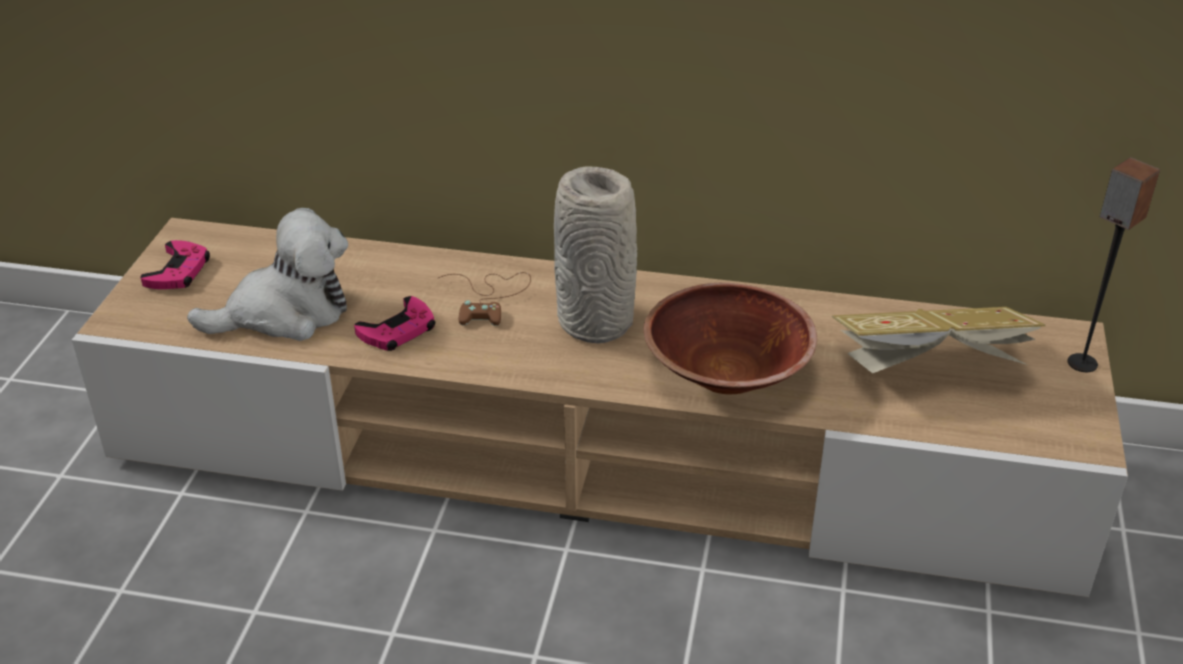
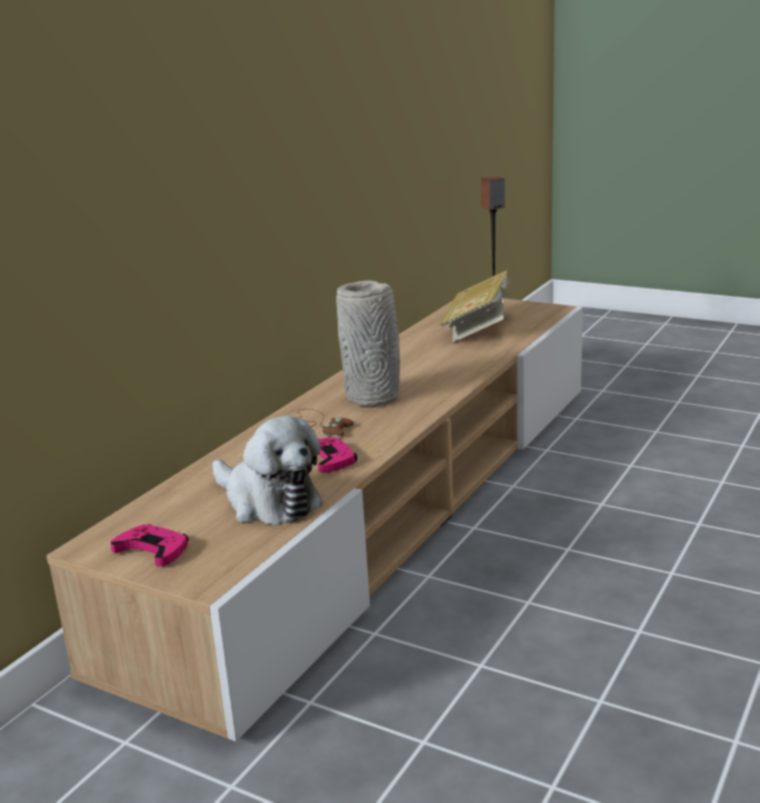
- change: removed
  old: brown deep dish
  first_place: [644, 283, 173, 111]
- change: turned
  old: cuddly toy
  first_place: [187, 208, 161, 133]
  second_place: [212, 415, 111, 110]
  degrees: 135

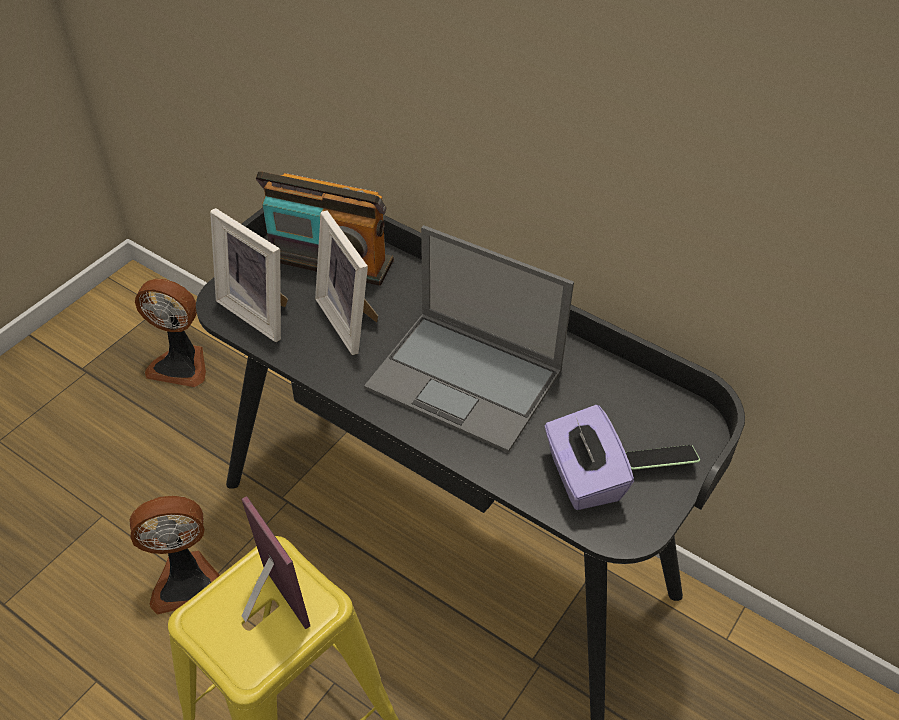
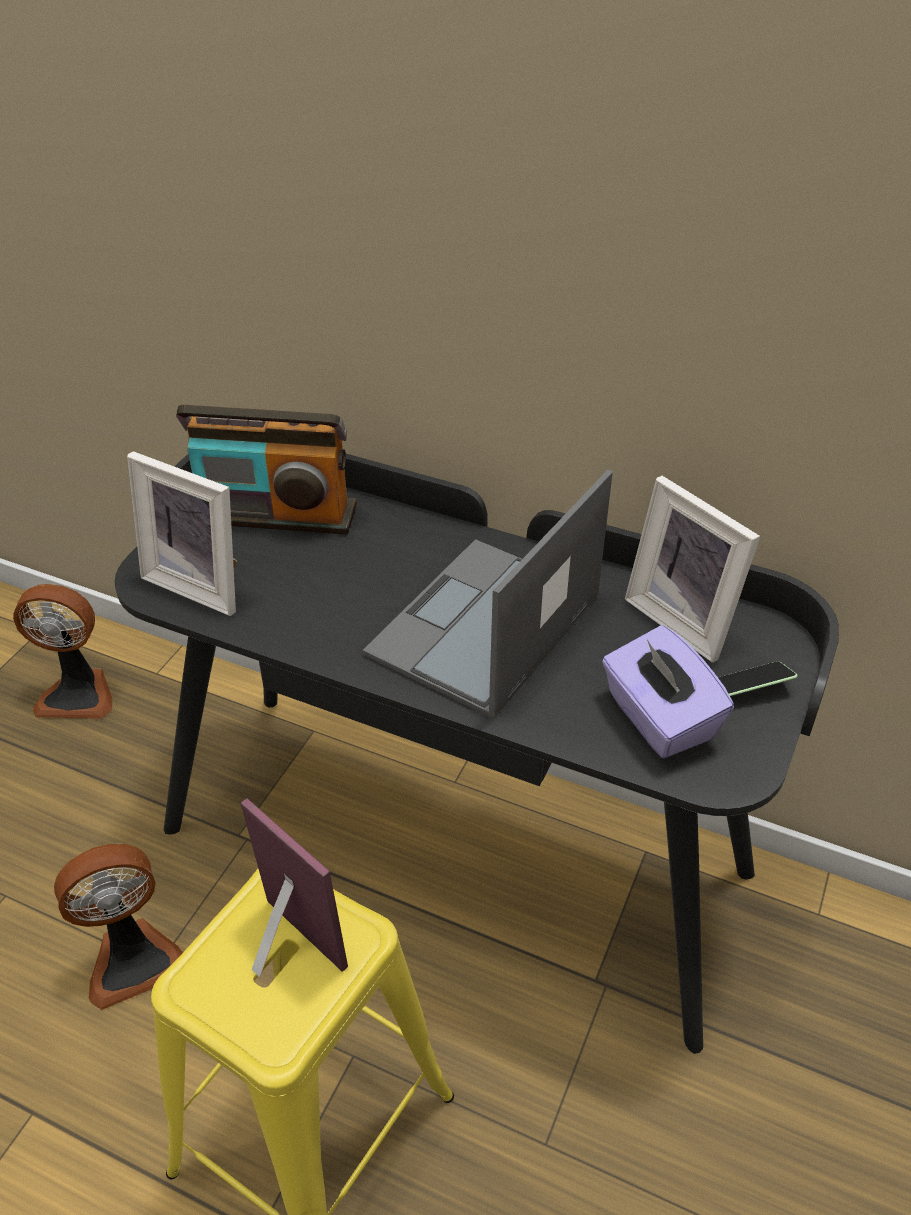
- change: moved
  old: picture frame
  first_place: [315, 210, 63, 145]
  second_place: [625, 476, 135, 187]
- change: turned
  old: notebook computer
  first_place: [364, 225, 210, 228]
  second_place: [363, 470, 250, 249]
  degrees: 105

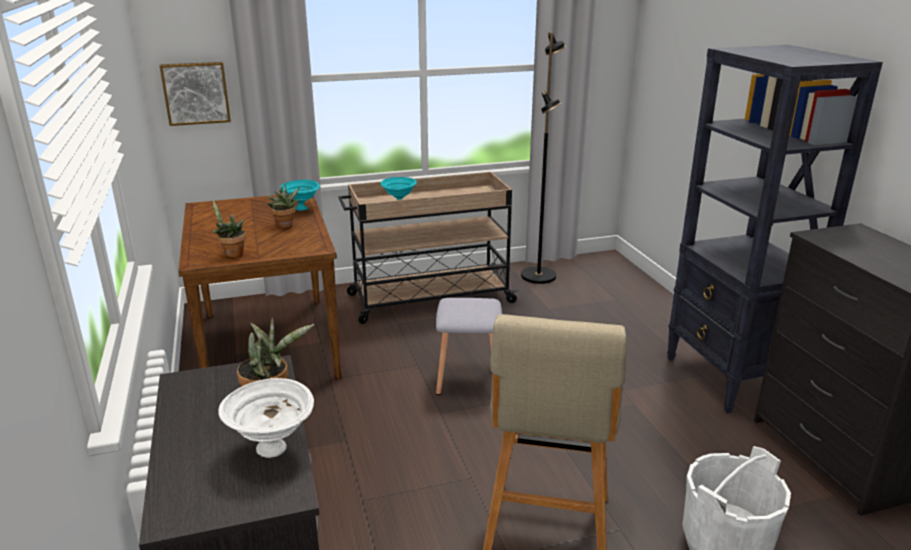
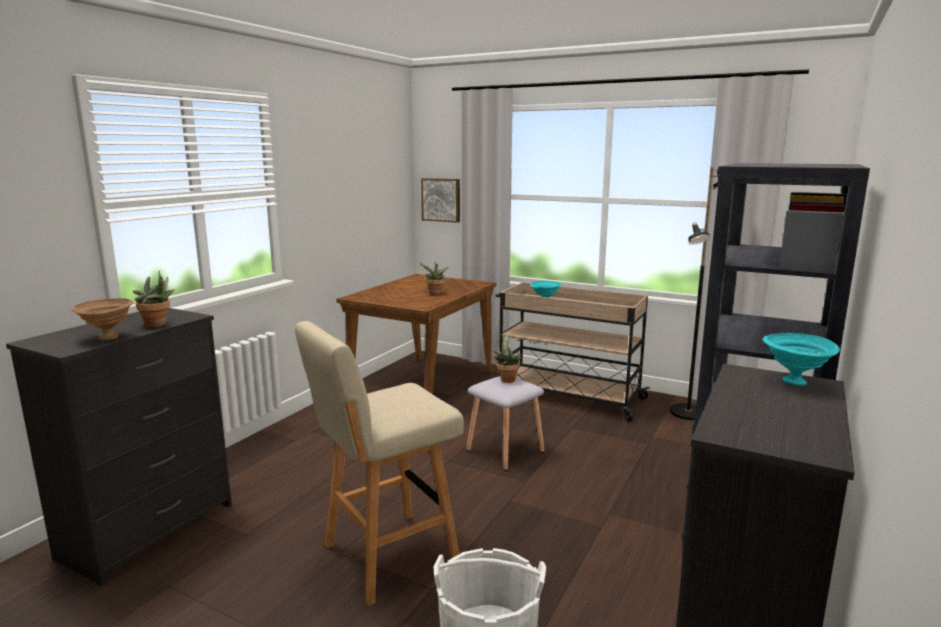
- change: moved
  old: plant in a pot
  first_place: [212, 201, 34, 56]
  second_place: [492, 333, 29, 50]
- change: moved
  old: turquoise-coloured deep dish
  first_place: [280, 180, 40, 31]
  second_place: [763, 333, 77, 53]
- change: recoloured
  old: whitish deep dish
  new: brown deep dish
  first_place: [218, 378, 96, 80]
  second_place: [71, 298, 63, 42]

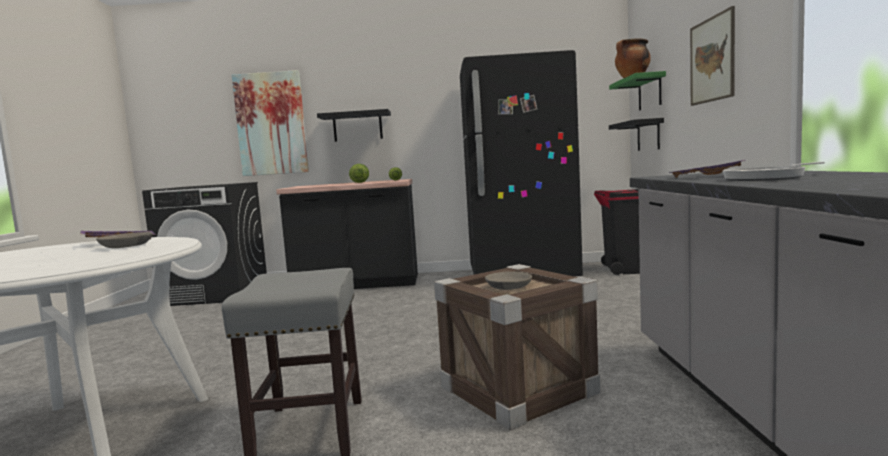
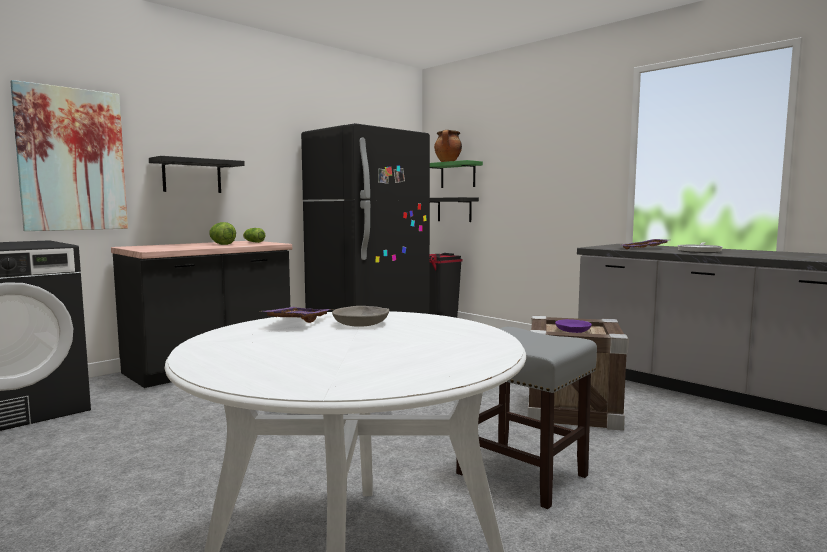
- change: removed
  old: picture
  first_place: [690, 6, 45, 100]
- change: recoloured
  old: gray deep dish
  new: purple deep dish
  first_place: [485, 271, 47, 19]
  second_place: [555, 319, 37, 14]

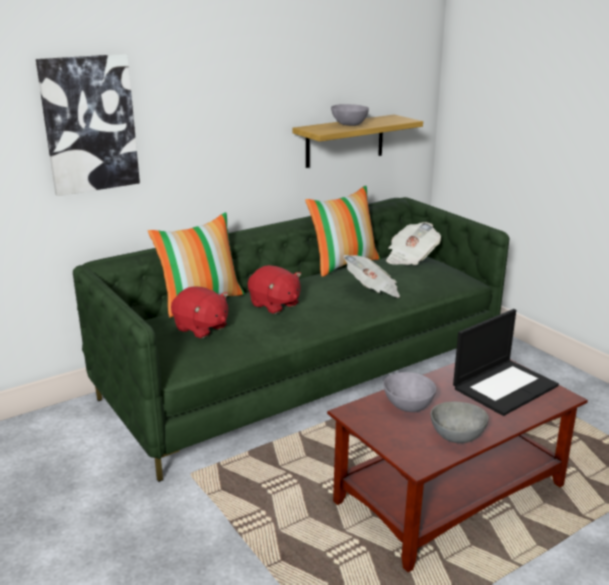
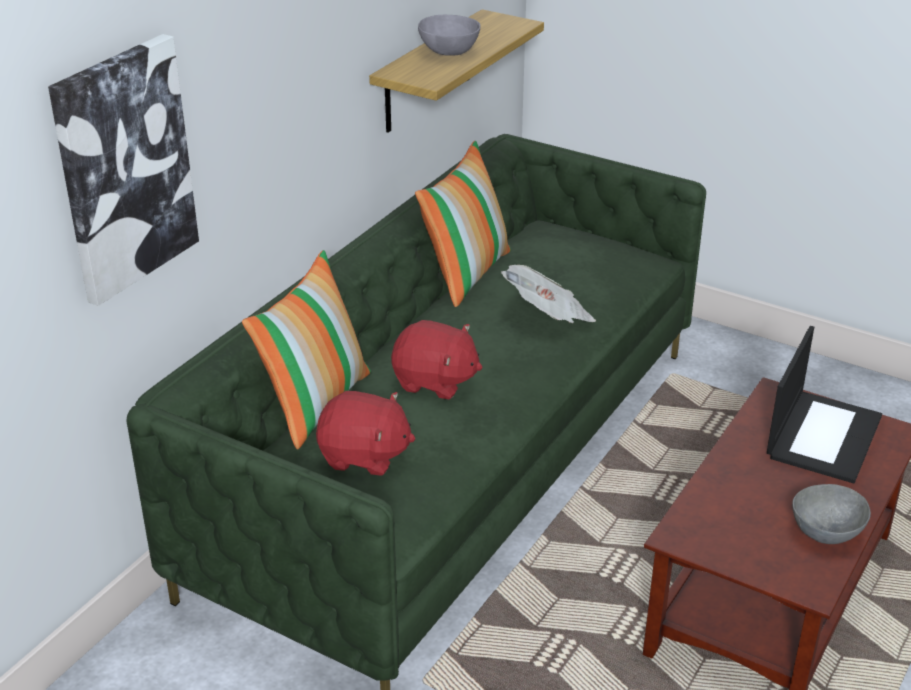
- change: removed
  old: gray deep dish
  first_place: [383, 372, 53, 40]
- change: removed
  old: printed paper
  first_place: [386, 222, 55, 43]

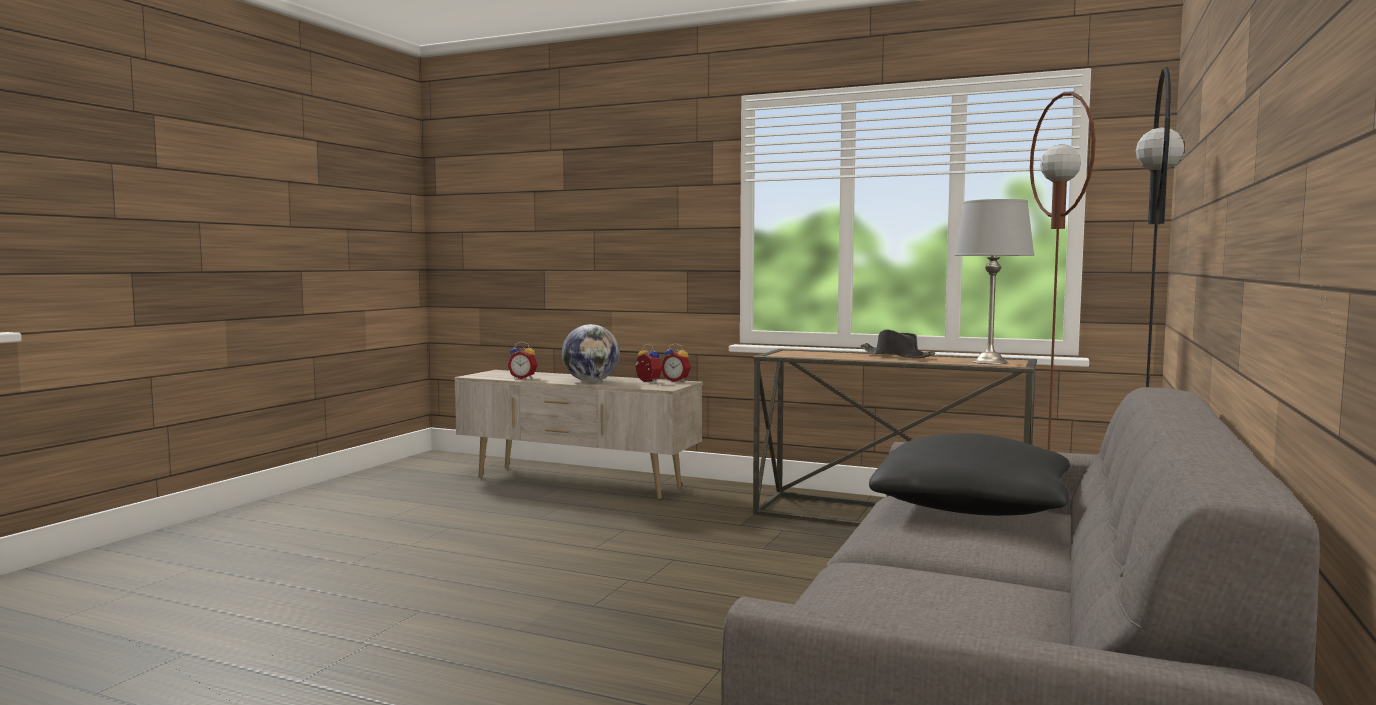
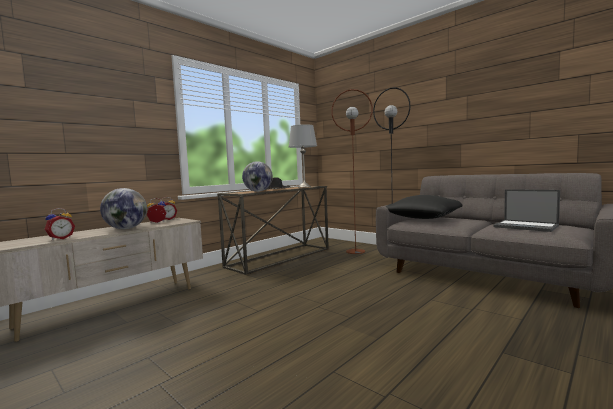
- change: added
  new: world globe
  second_place: [242, 161, 31, 31]
- change: added
  new: notebook computer
  second_place: [494, 189, 66, 43]

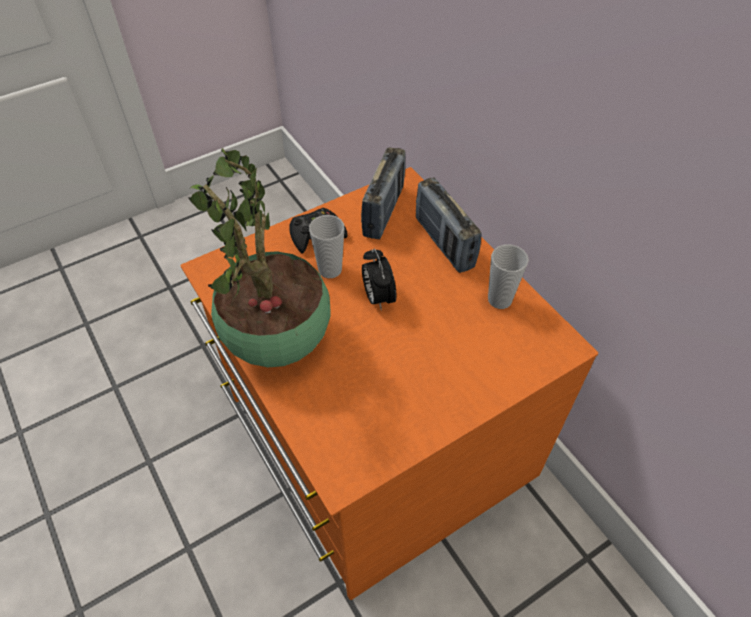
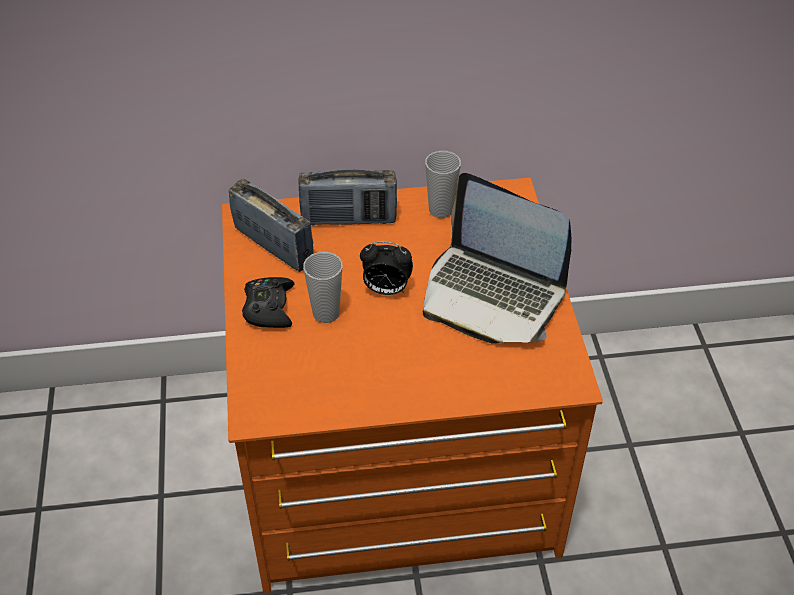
- change: removed
  old: plant in a pot
  first_place: [188, 148, 143, 219]
- change: added
  new: notebook computer
  second_place: [423, 173, 149, 170]

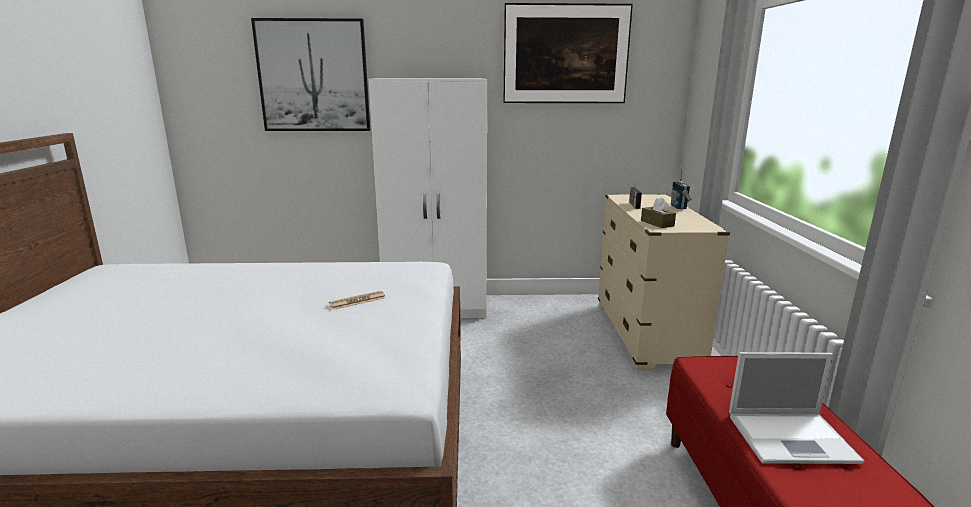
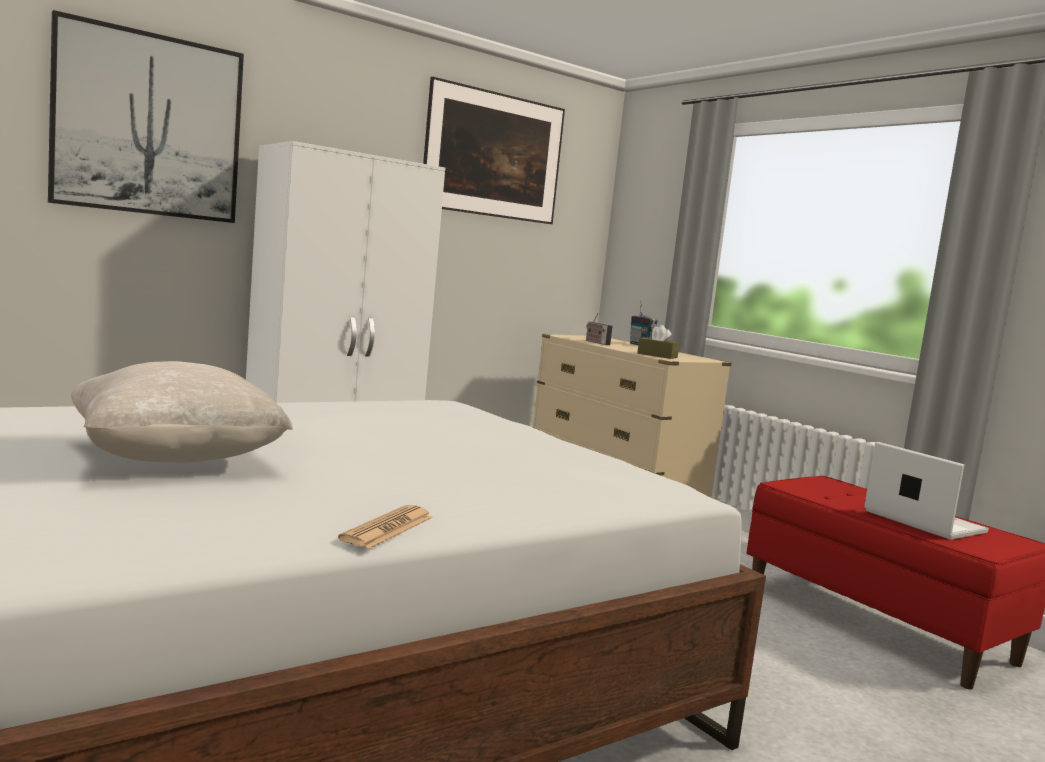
- change: added
  new: sand-coloured cushion
  second_place: [71, 361, 222, 102]
- change: moved
  old: printed paper
  first_place: [329, 291, 57, 19]
  second_place: [338, 505, 95, 44]
- change: turned
  old: notebook computer
  first_place: [729, 352, 135, 112]
  second_place: [864, 442, 125, 98]
  degrees: -90

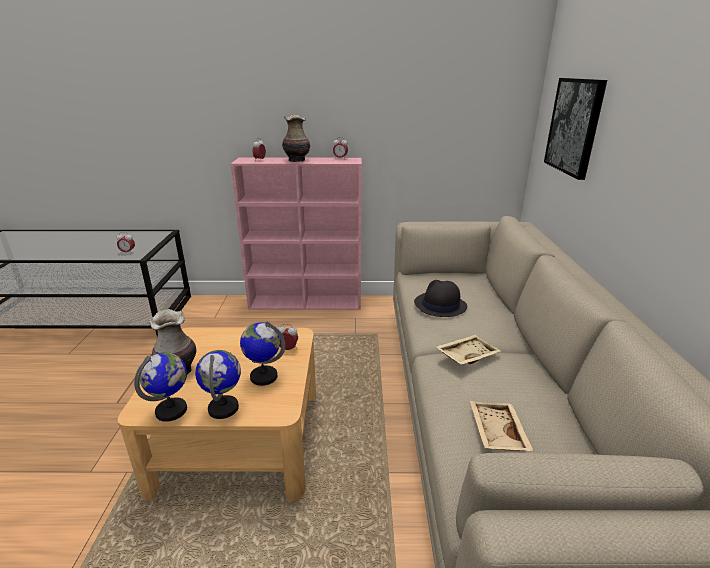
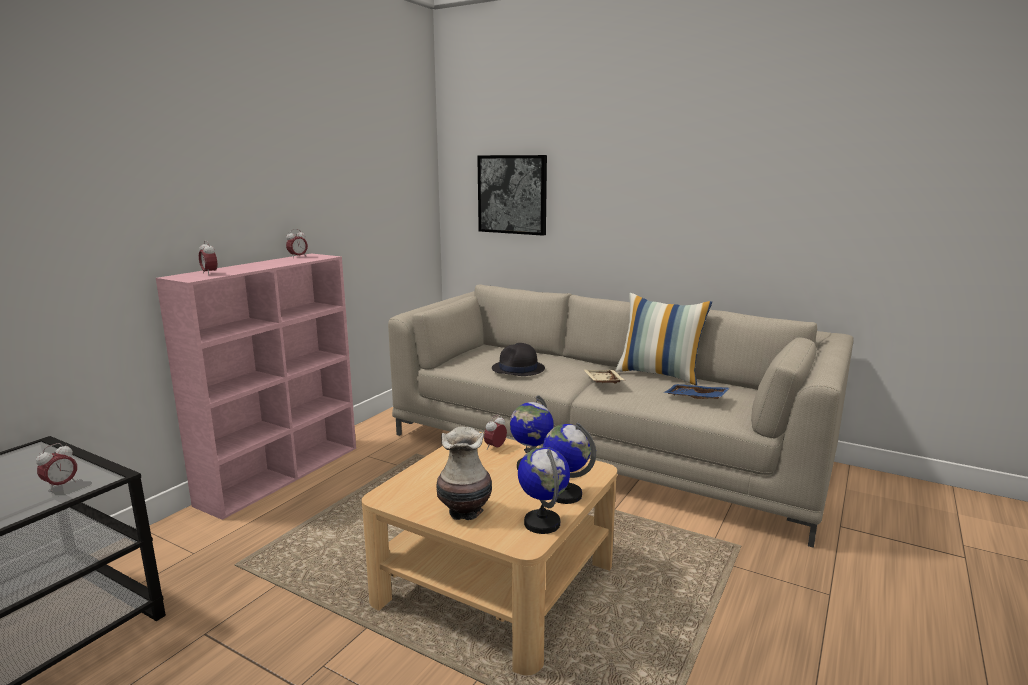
- change: removed
  old: vase
  first_place: [282, 115, 28, 47]
- change: added
  new: cushion
  second_place: [616, 293, 96, 92]
- change: recoloured
  old: sand-coloured carrying tray
  new: bluish carrying tray
  first_place: [470, 401, 64, 50]
  second_place: [663, 384, 67, 15]

